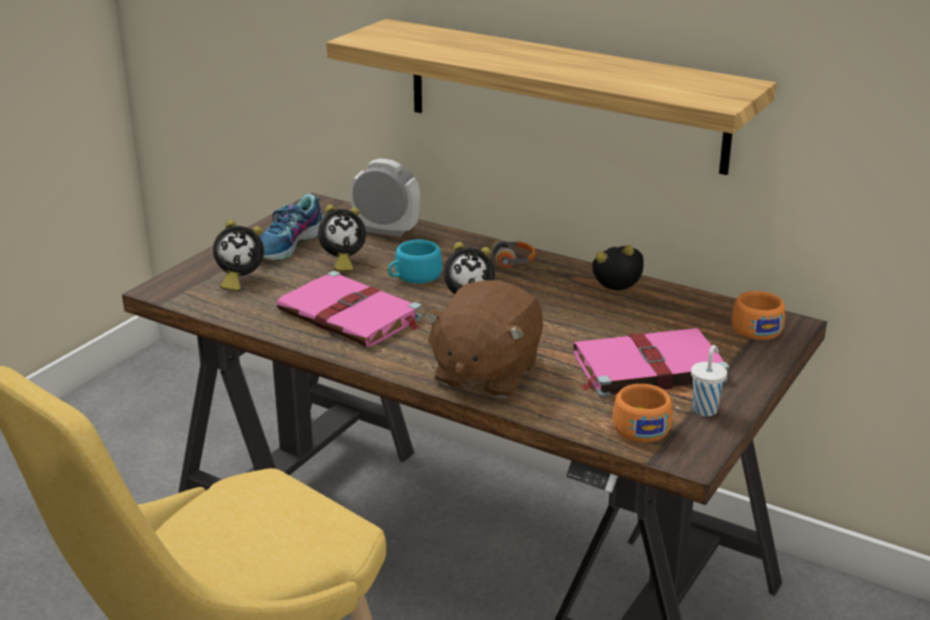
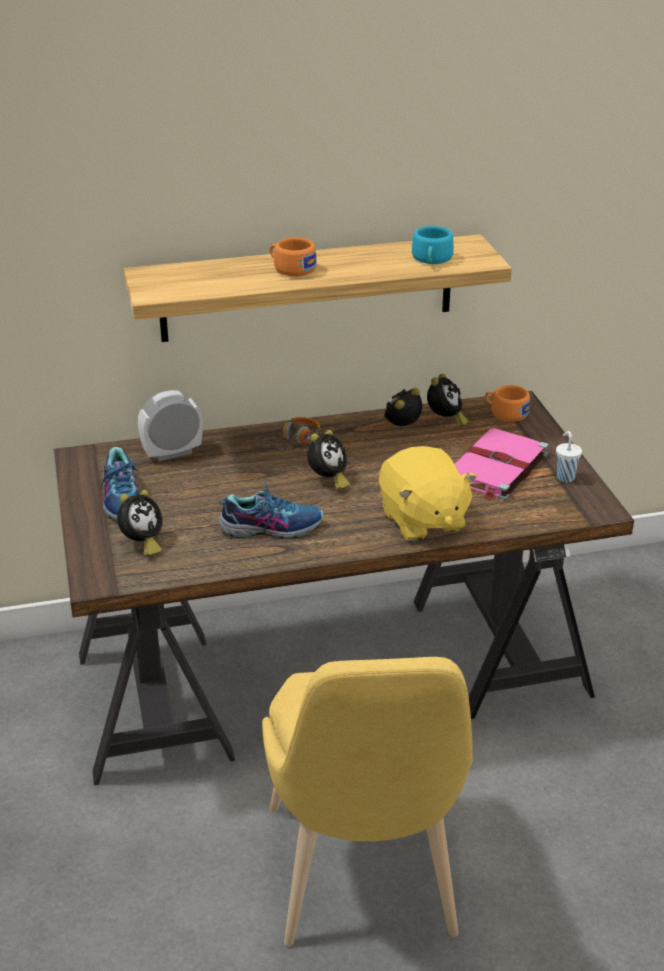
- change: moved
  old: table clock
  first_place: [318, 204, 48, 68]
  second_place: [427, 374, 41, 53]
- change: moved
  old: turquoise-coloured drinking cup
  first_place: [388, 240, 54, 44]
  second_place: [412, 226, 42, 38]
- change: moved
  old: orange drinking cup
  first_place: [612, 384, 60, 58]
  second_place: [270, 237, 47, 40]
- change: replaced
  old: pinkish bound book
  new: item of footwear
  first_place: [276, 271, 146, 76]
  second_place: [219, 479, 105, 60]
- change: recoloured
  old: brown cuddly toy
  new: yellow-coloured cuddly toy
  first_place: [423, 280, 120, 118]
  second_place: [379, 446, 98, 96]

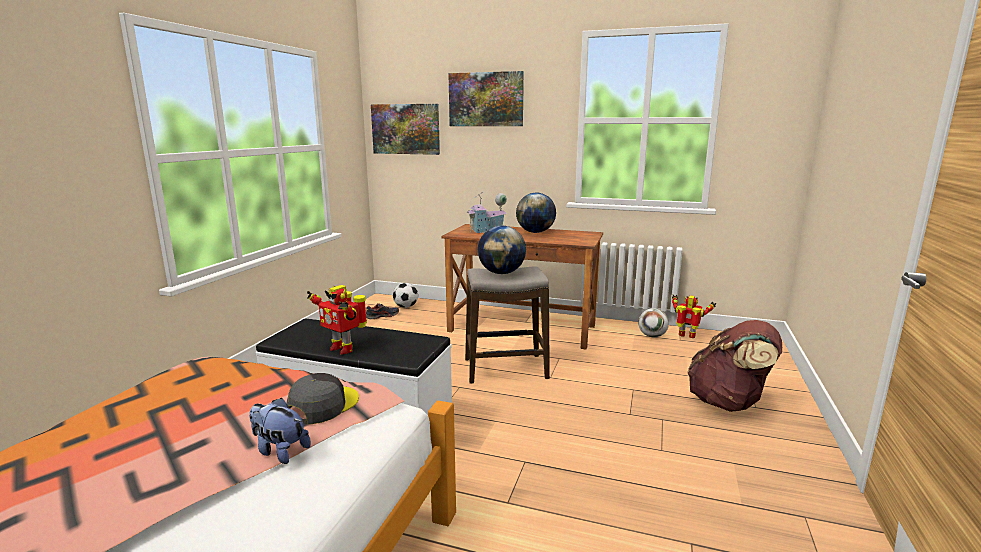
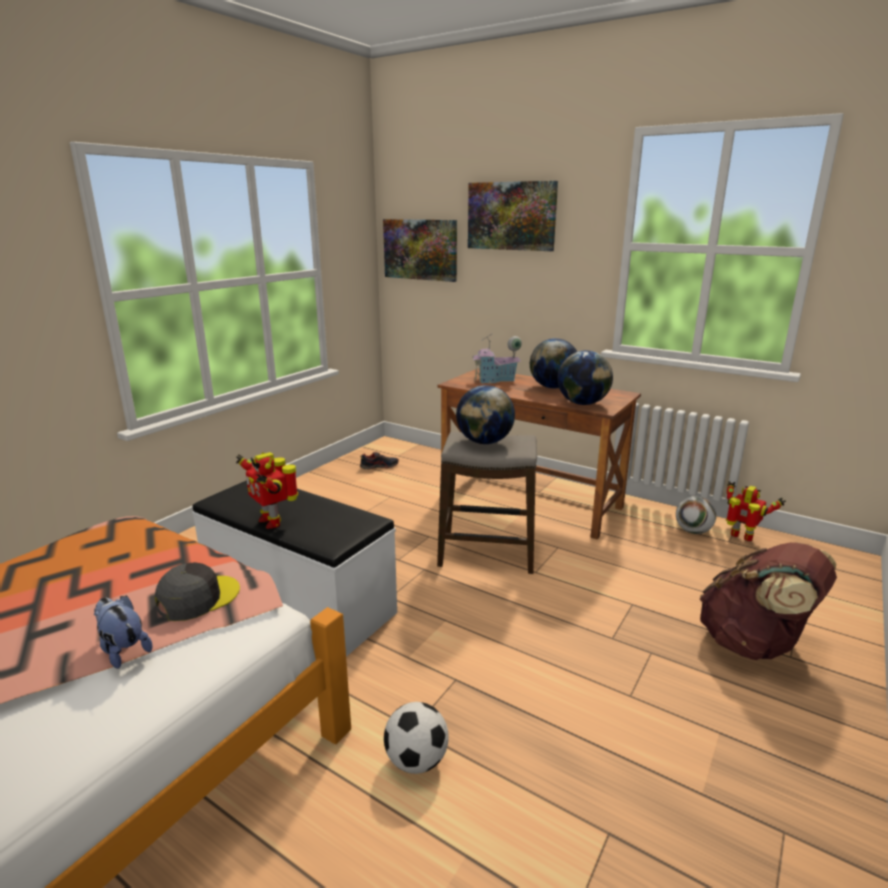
- change: added
  new: world globe
  second_place: [557, 350, 56, 55]
- change: moved
  old: ball for football
  first_place: [393, 283, 25, 25]
  second_place: [384, 702, 65, 72]

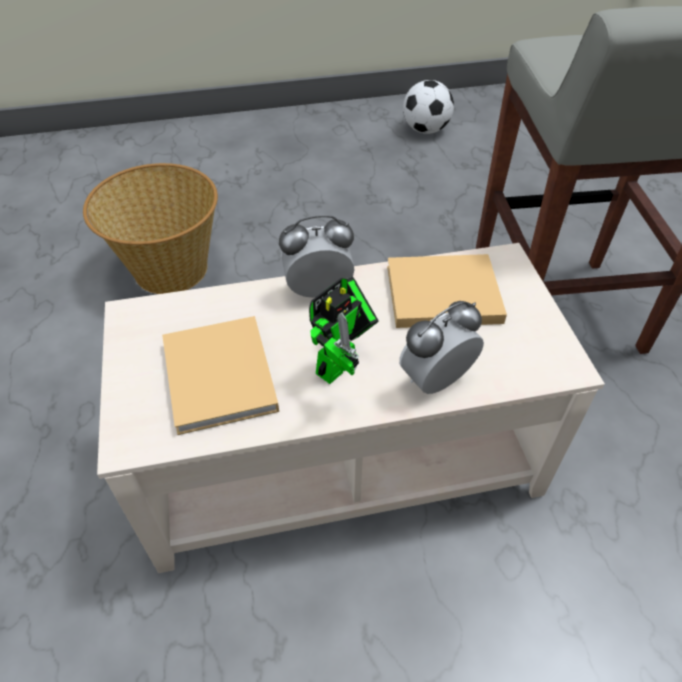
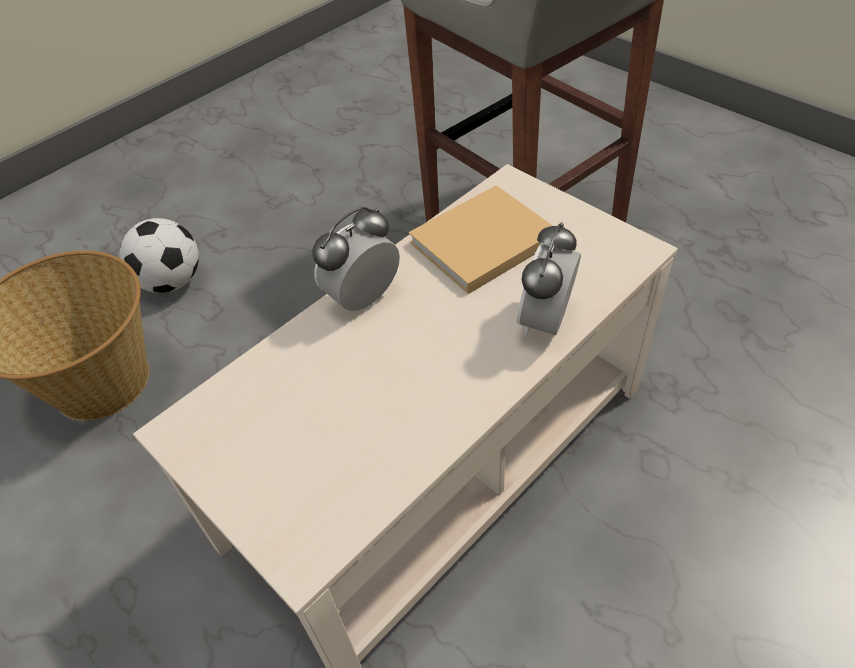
- change: removed
  old: sand-coloured bound book
  first_place: [162, 316, 117, 119]
- change: removed
  old: robot figure
  first_place: [309, 277, 70, 107]
- change: moved
  old: ball for football
  first_place: [403, 80, 51, 54]
  second_place: [119, 218, 80, 75]

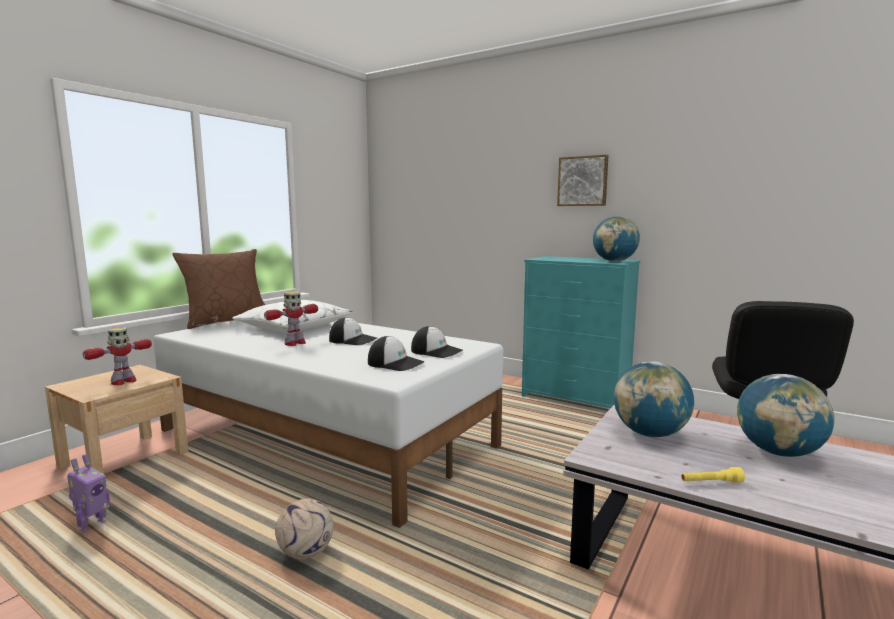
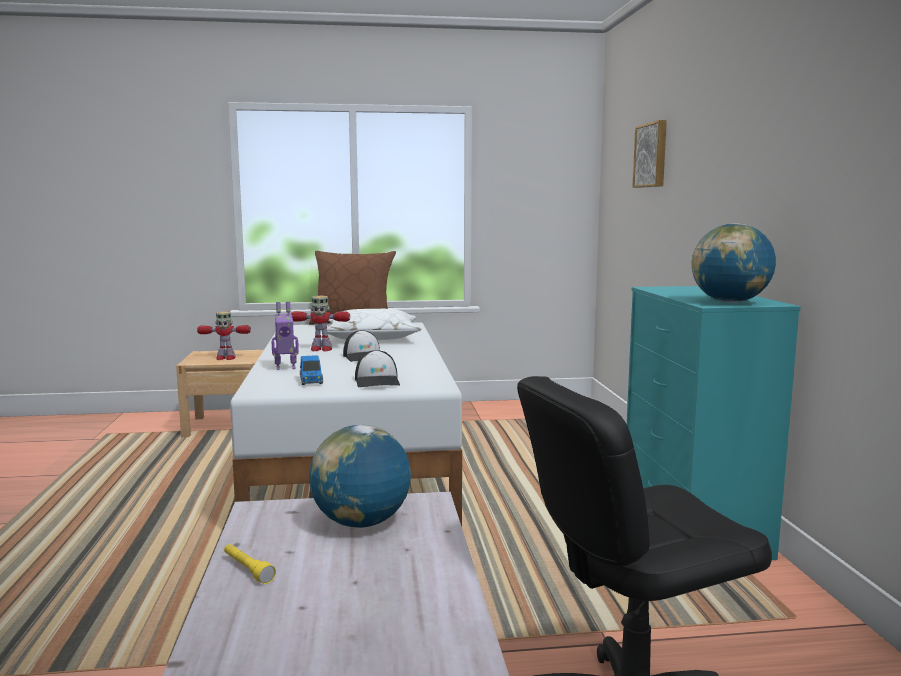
- change: removed
  old: ball for football
  first_place: [275, 499, 59, 60]
- change: removed
  old: world globe
  first_place: [737, 374, 97, 83]
- change: moved
  old: robot figure
  first_place: [67, 454, 43, 78]
  second_place: [271, 302, 28, 68]
- change: moved
  old: picture
  first_place: [557, 155, 52, 51]
  second_place: [633, 120, 34, 68]
- change: replaced
  old: peaked cap
  new: model car
  first_place: [368, 336, 56, 35]
  second_place: [300, 355, 23, 30]

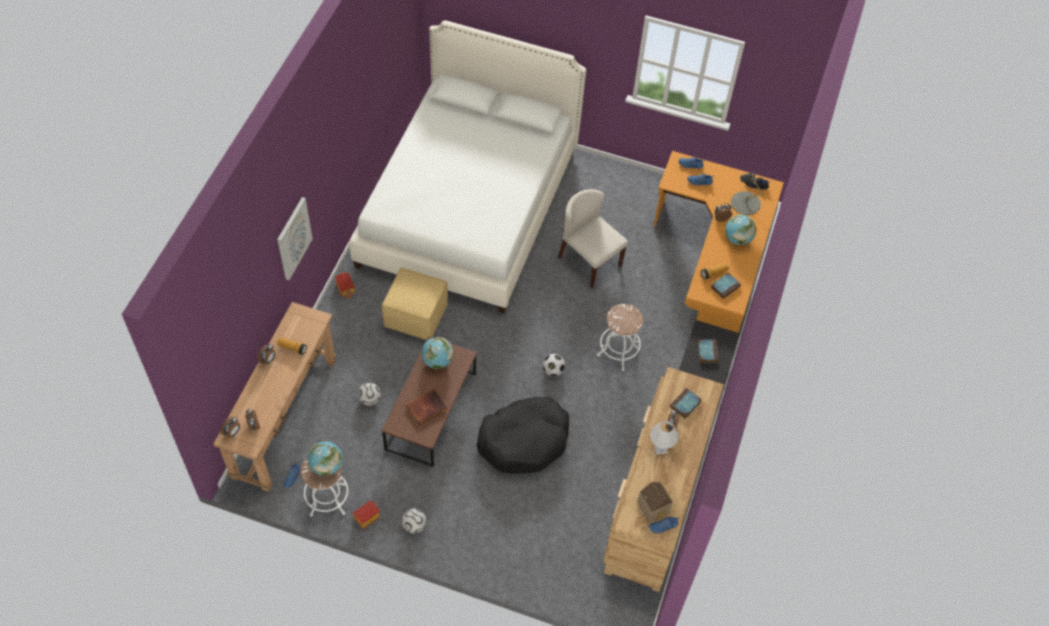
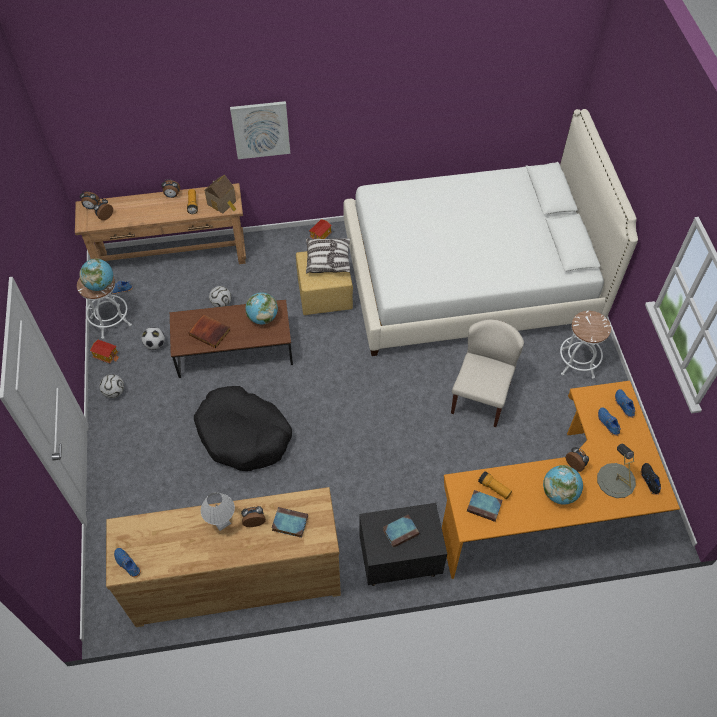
- change: added
  new: cushion
  second_place: [306, 238, 45, 35]
- change: moved
  old: ball for football
  first_place: [543, 354, 22, 22]
  second_place: [142, 327, 23, 23]
- change: moved
  old: whitish sitting stool
  first_place: [597, 304, 46, 67]
  second_place: [560, 311, 51, 68]
- change: moved
  old: model house
  first_place: [637, 482, 36, 40]
  second_place: [204, 175, 32, 38]

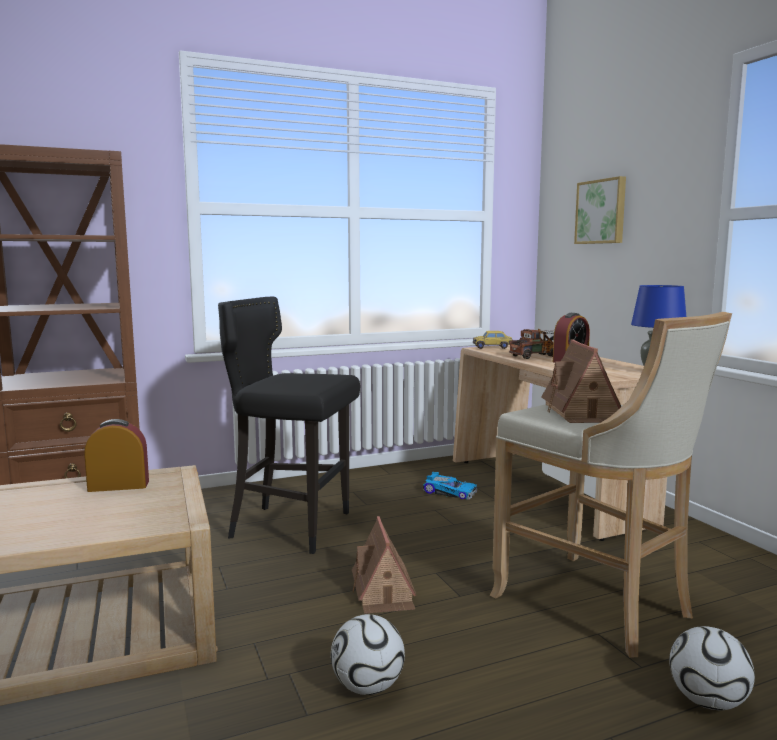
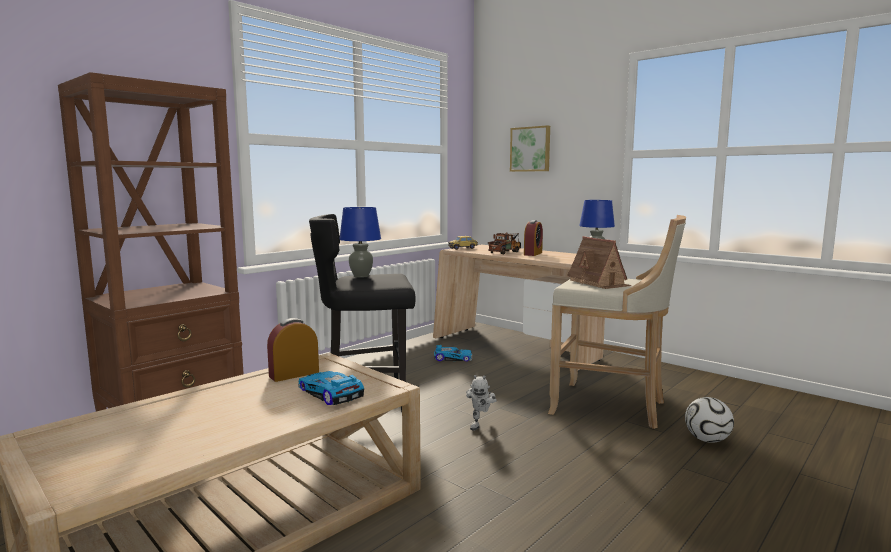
- change: removed
  old: ball for football
  first_place: [331, 614, 74, 81]
- change: added
  new: model car
  second_place: [298, 371, 66, 34]
- change: added
  new: bluish table lamp
  second_place: [339, 207, 42, 71]
- change: replaced
  old: model house
  new: robot figure
  first_place: [352, 516, 65, 98]
  second_place: [466, 375, 31, 55]

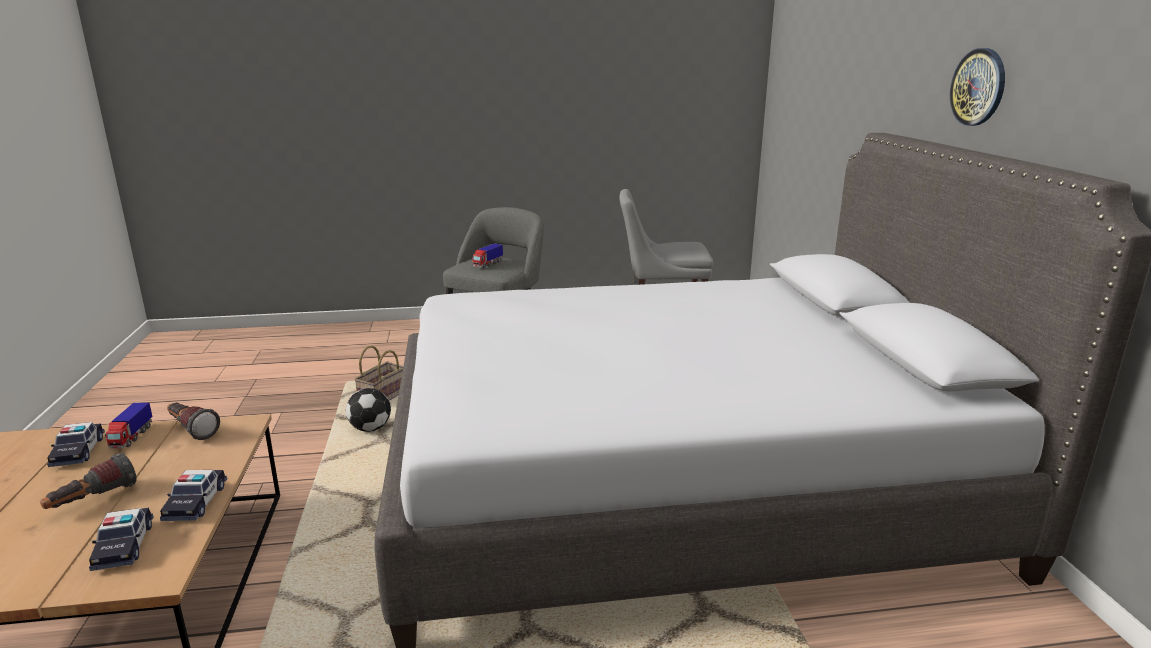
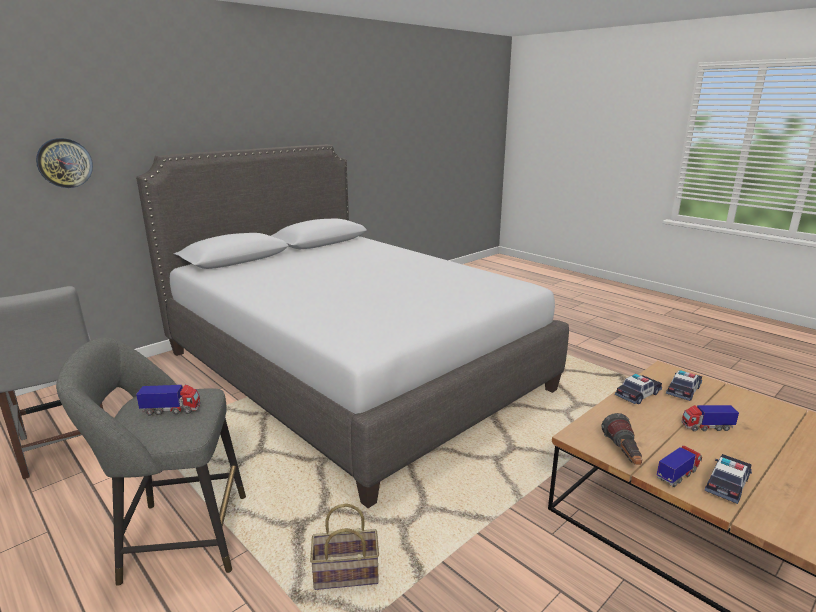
- change: removed
  old: ball for football
  first_place: [346, 388, 45, 44]
- change: moved
  old: clock on the wall
  first_place: [950, 48, 55, 78]
  second_place: [36, 138, 57, 50]
- change: replaced
  old: torch
  new: toy lorry
  first_place: [40, 453, 96, 56]
  second_place: [681, 405, 58, 26]

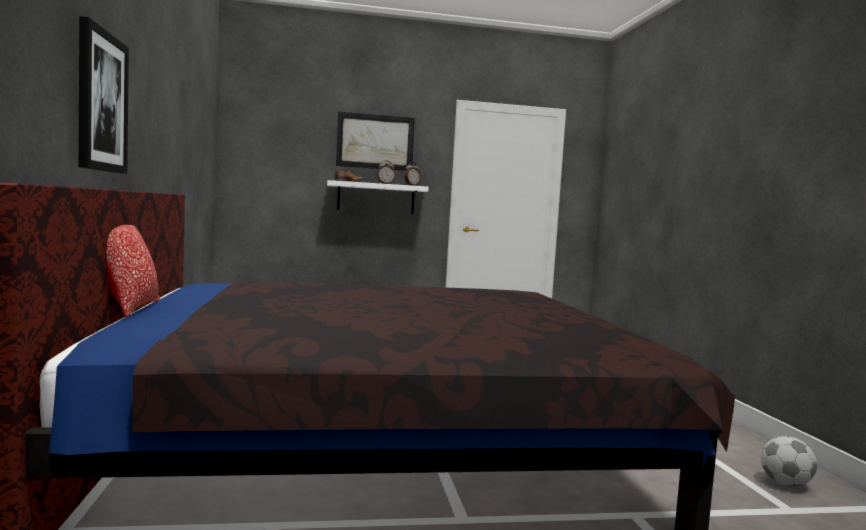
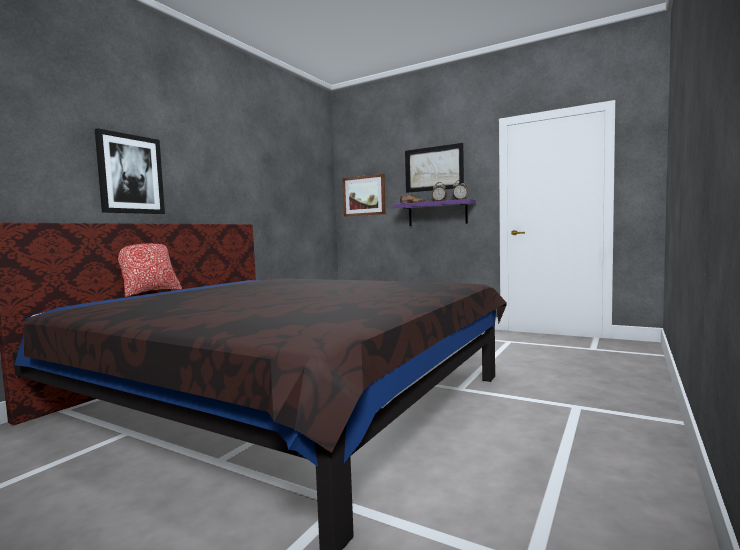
- change: removed
  old: ball for football
  first_place: [761, 436, 56, 51]
- change: added
  new: picture
  second_place: [342, 174, 44, 43]
- change: recoloured
  old: whitish shelf
  new: purple shelf
  first_place: [327, 180, 102, 34]
  second_place: [394, 199, 82, 27]

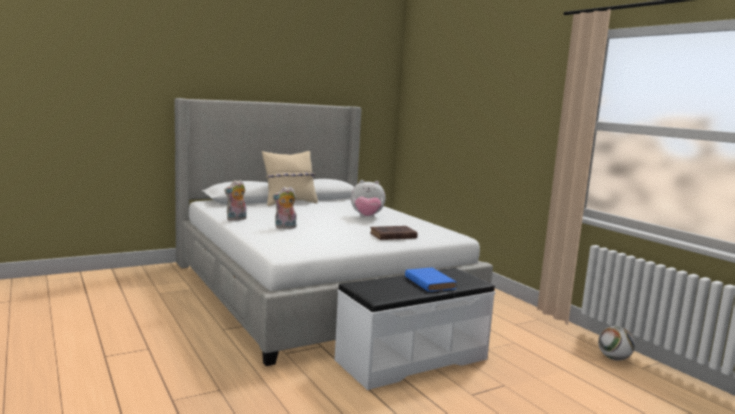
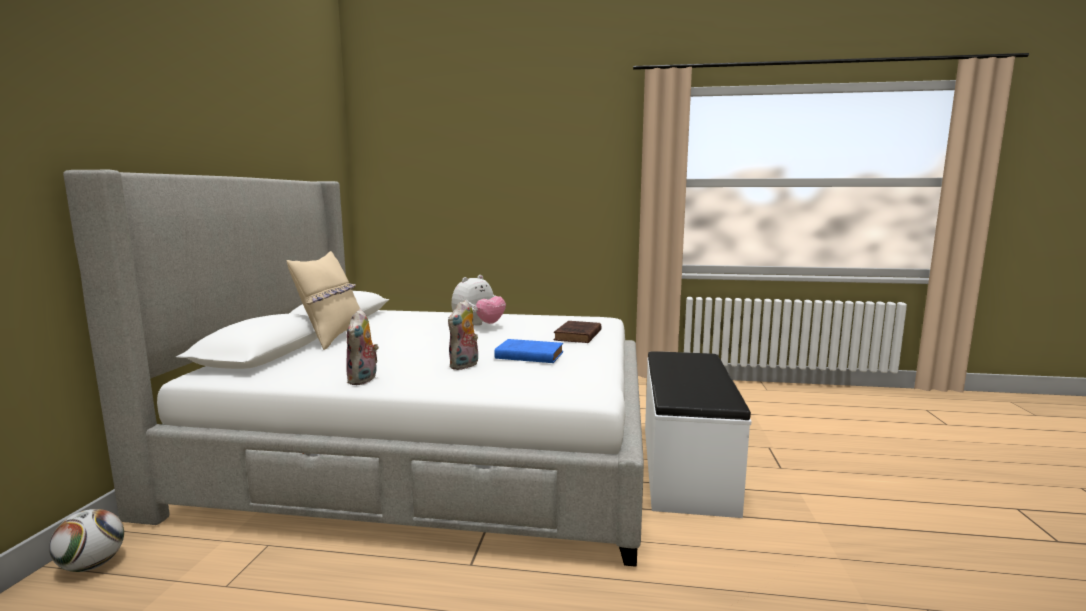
- change: moved
  old: bluish bound book
  first_place: [405, 268, 51, 24]
  second_place: [494, 339, 69, 24]
- change: moved
  old: ball for football
  first_place: [598, 326, 37, 35]
  second_place: [49, 509, 75, 63]

